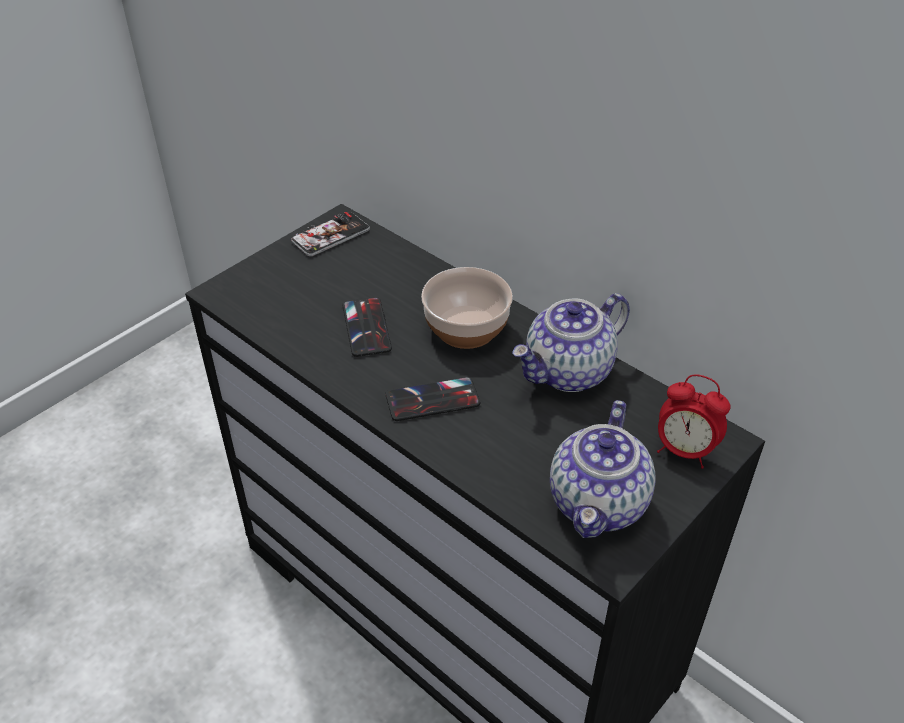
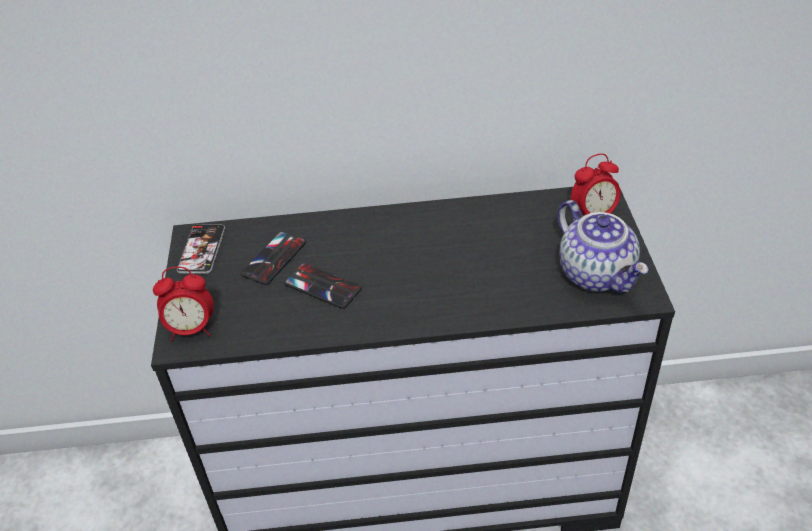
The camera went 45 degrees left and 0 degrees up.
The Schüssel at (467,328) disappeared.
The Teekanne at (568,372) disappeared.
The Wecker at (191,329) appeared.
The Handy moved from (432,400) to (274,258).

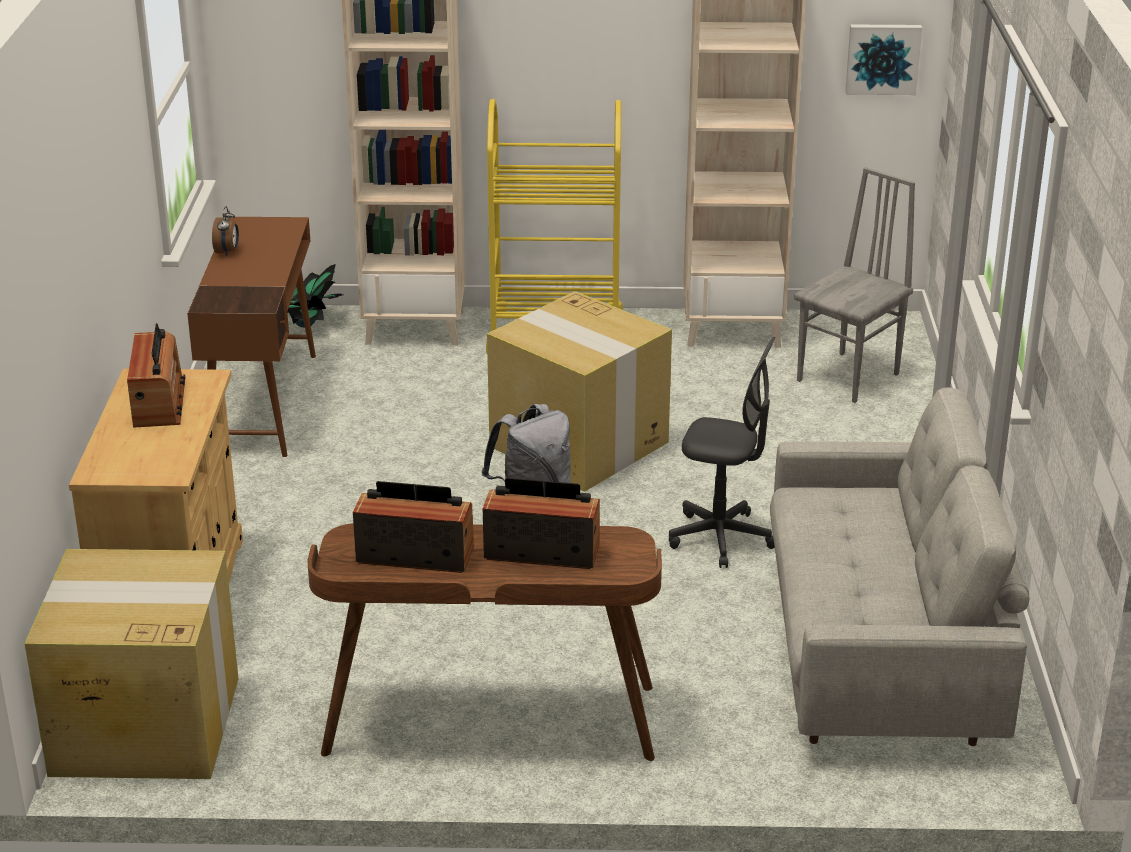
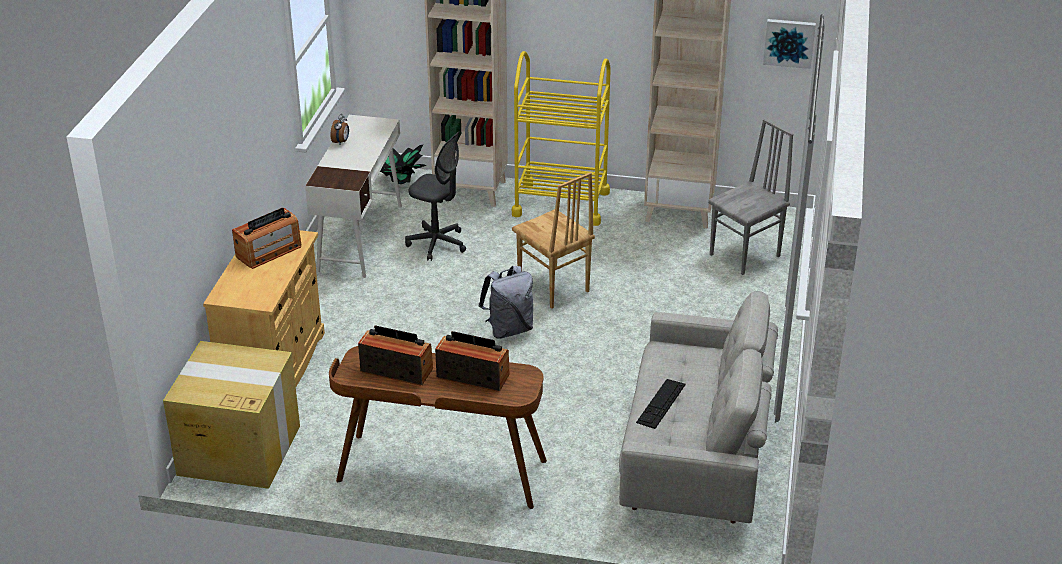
The camera went 10 degrees right and 5 degrees up.
The Tastatur at (661,403) appeared.
The Bürostuhl [grau] moved from (721,538) to (437,244).
The Karton at (580,445) was replaced by the Stuhl [braun] at (552,288).
The Schreibtisch [braun] at (263,403) became the Schreibtisch [weiß] at (360,237).
The Radio at (158,402) turned 45 degrees clockwise.

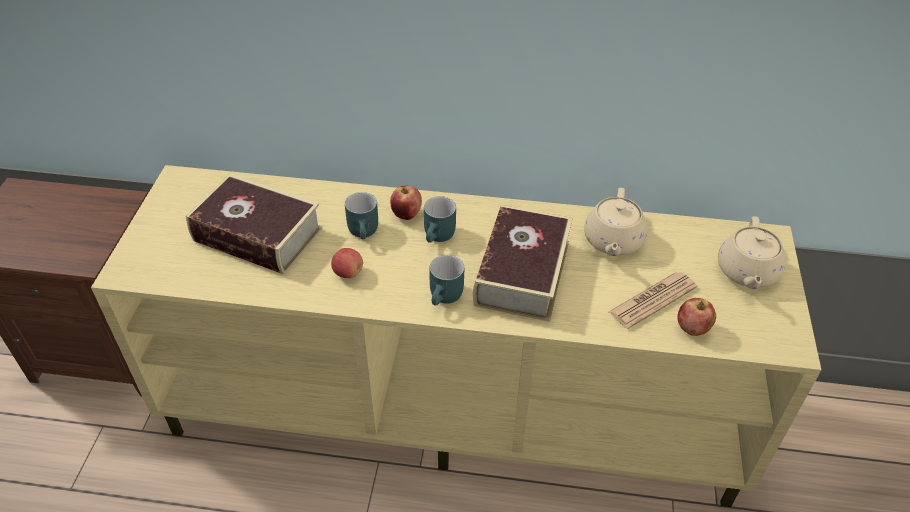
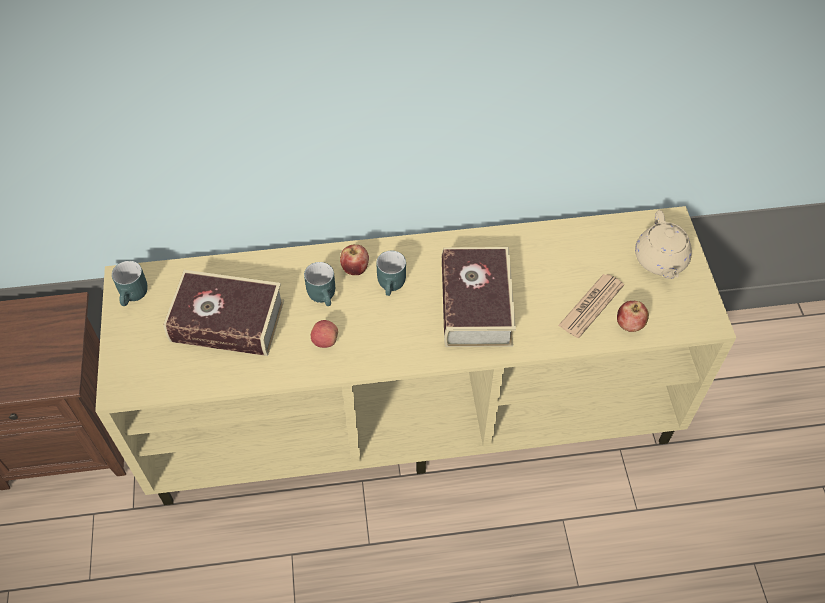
The camera went 15 degrees left and 10 degrees up.
The Teekanne [beige] at (613,241) disappeared.
The Henkelbecher [türkis] moved from (446,297) to (135,295).

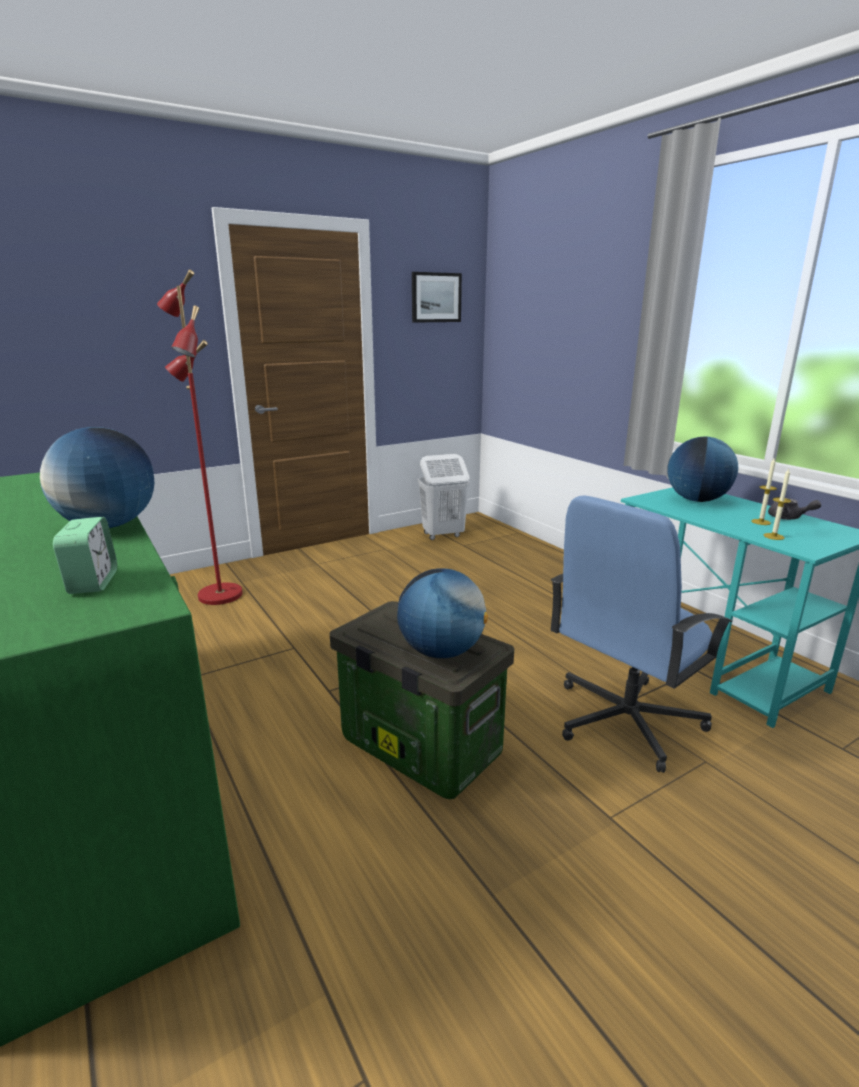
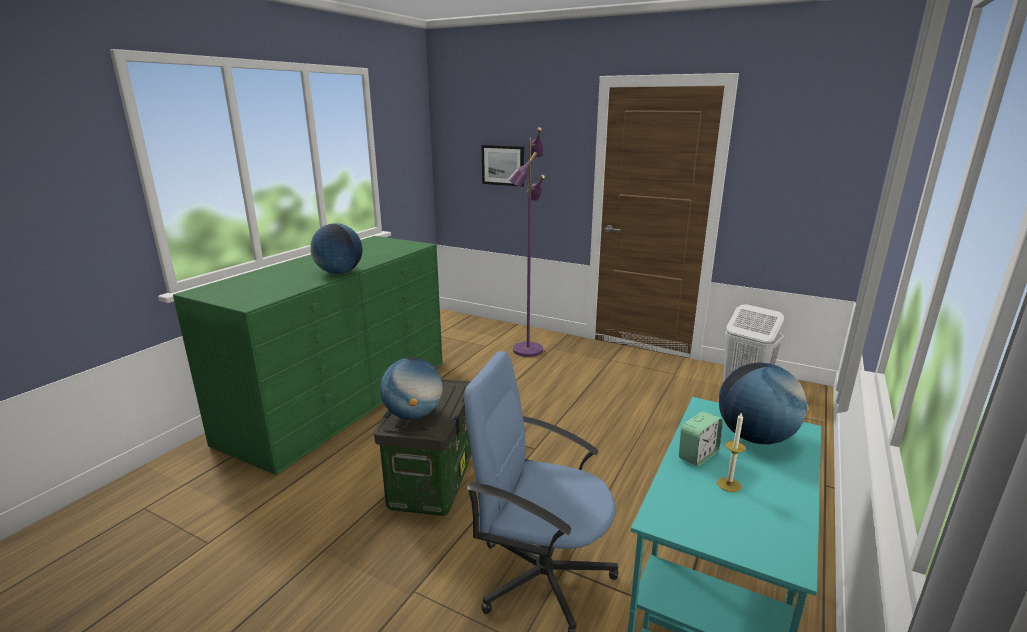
The camera went 60 degrees right and 0 degrees up.
The Kerze at (773,536) disappeared.
The Teekanne [grau] at (788,518) disappeared.
The Wecker moved from (93,582) to (698,455).
The Bild moved from (436,297) to (503,165).
The Stehlampe [rot] at (218,595) became the Stehlampe [lila] at (527,350).

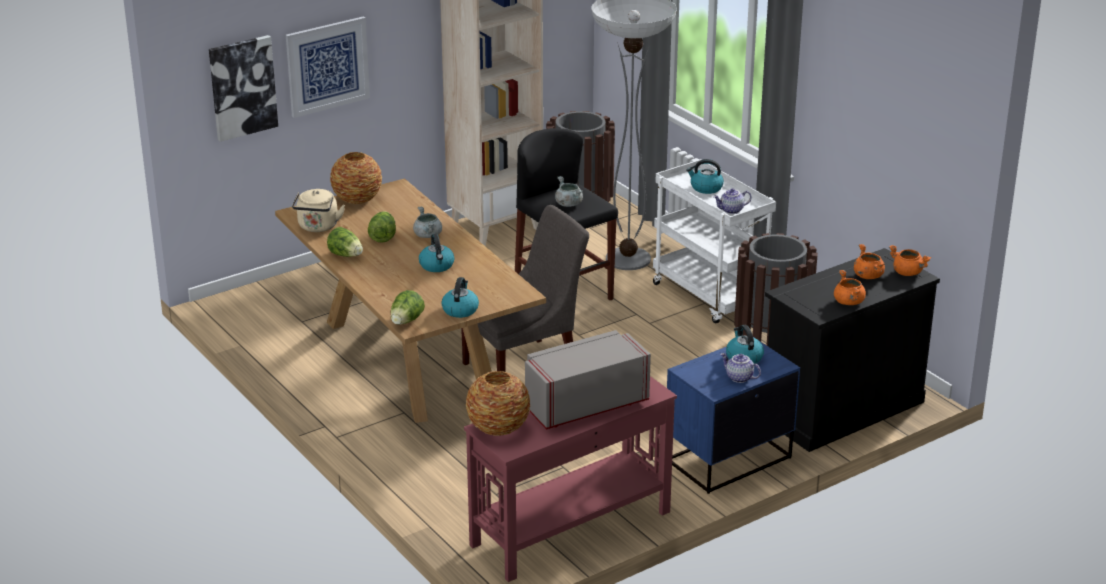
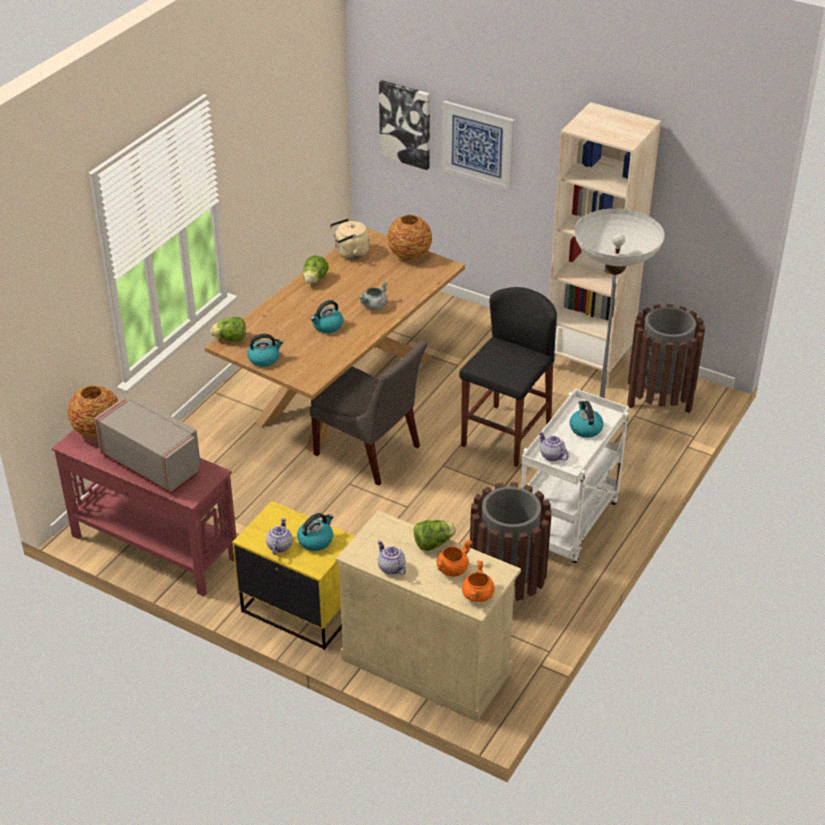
The camera went 65 degrees right and 10 degrees up.
The Kochtopf [grau] at (568,204) disappeared.
The Salatkopf moved from (383,237) to (433,543).
The Kochtopf [orange] at (849,302) was replaced by the Teekanne at (390,568).
The Nachttisch [blau] at (727,459) became the Nachttisch [gelb] at (300,609).
The Schrank [schwarz] at (842,409) became the Schrank [beige] at (426,664).

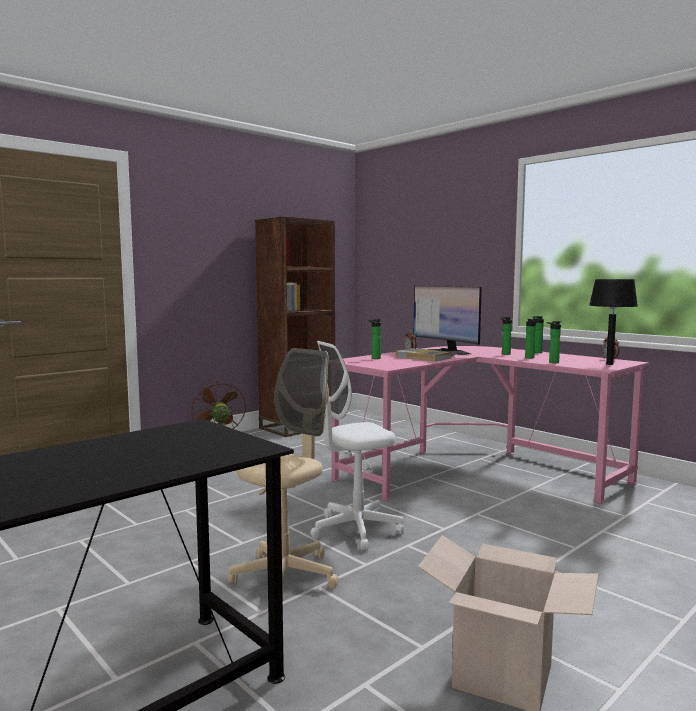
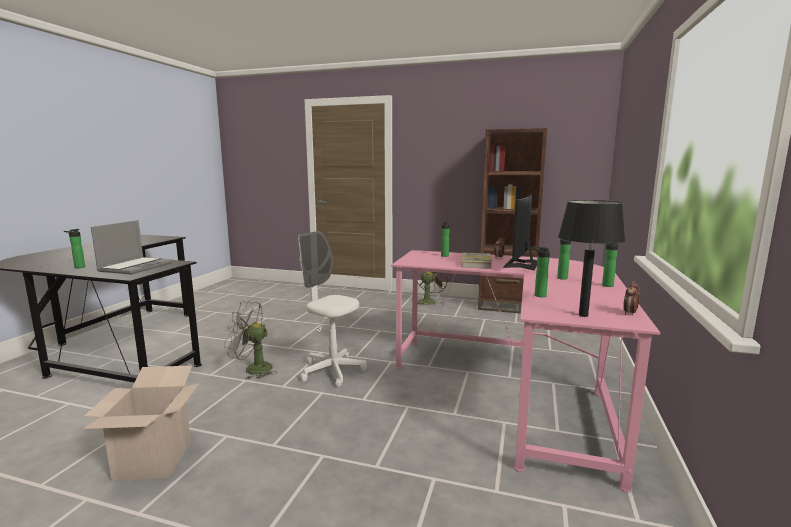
The camera went 60 degrees right and 5 degrees up.
The Laptop at (136,267) appeared.
The Flasche moved from (530,358) to (78,267).
The Bürostuhl [beige] at (285,577) was replaced by the Ventilator [grau] at (252,369).

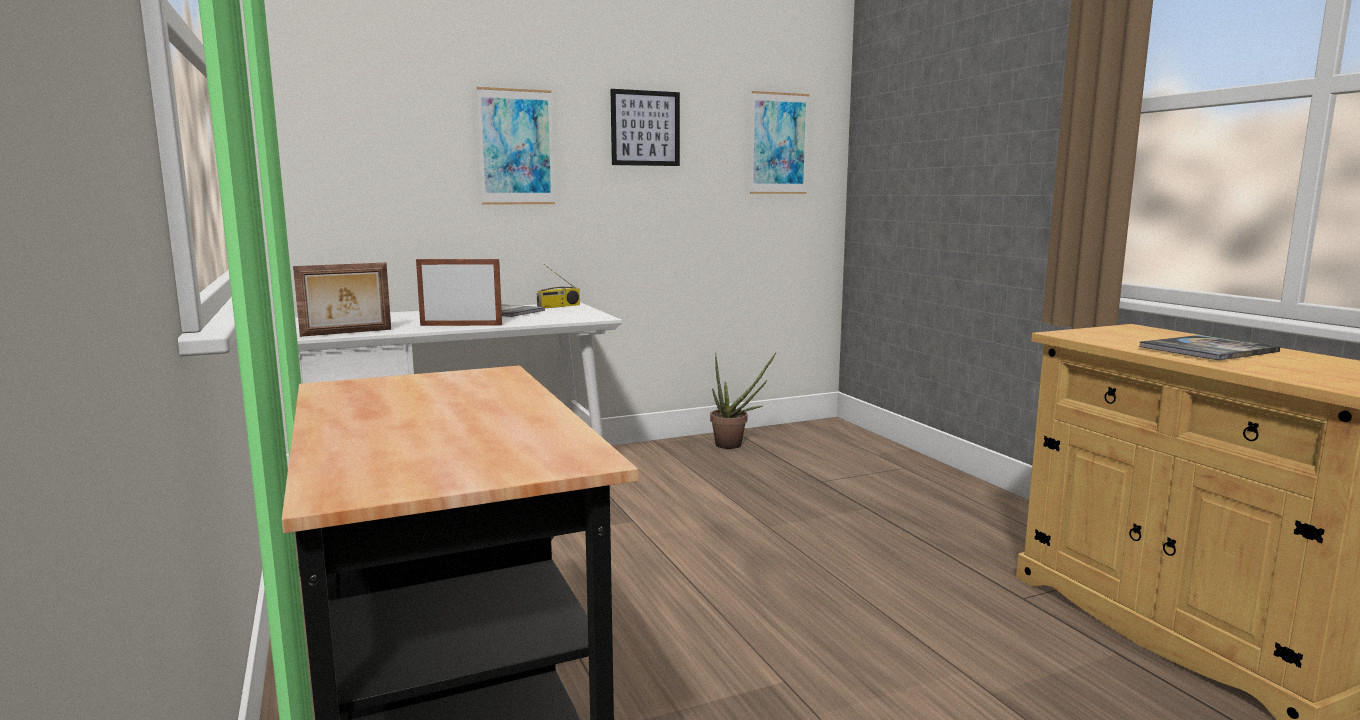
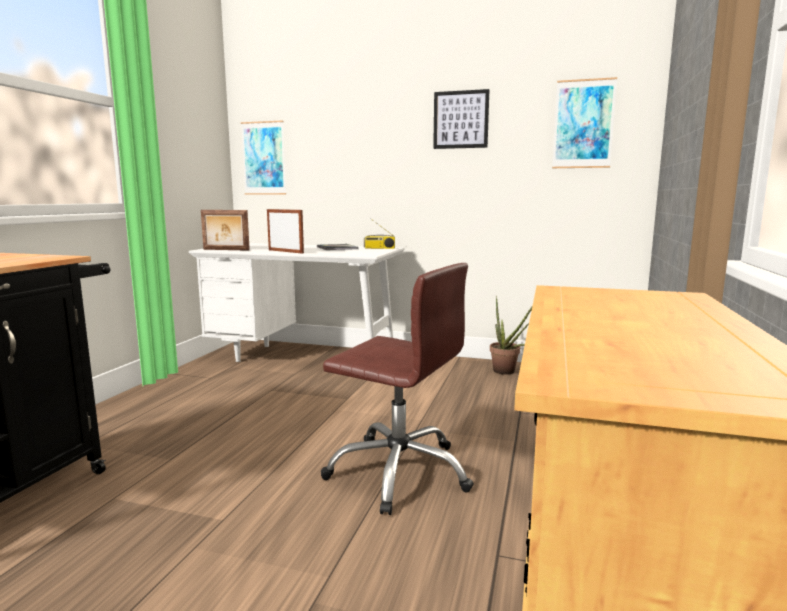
The camera went 40 degrees right and 0 degrees up.
The Buch at (1208,350) disappeared.
The Bürostuhl [braun] at (399,471) appeared.
The Bild moved from (516,147) to (264,158).

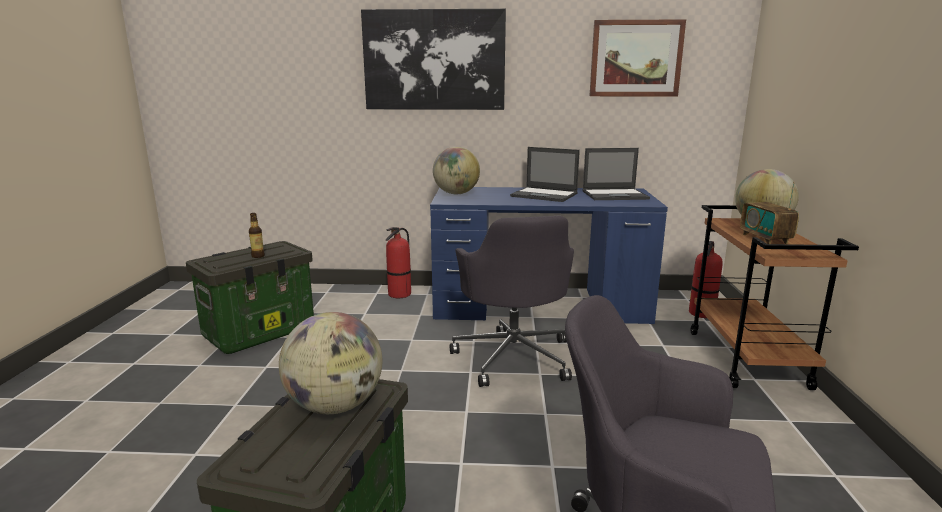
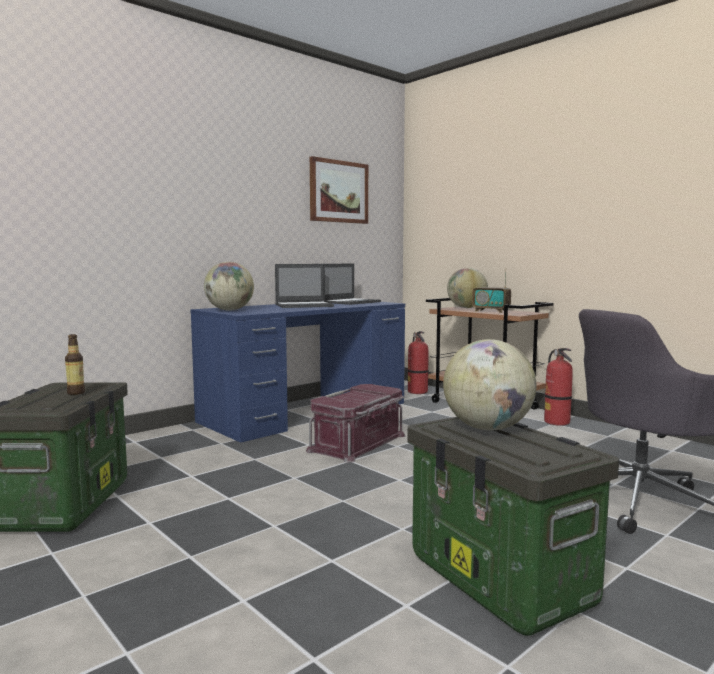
The camera went 45 degrees left and 10 degrees down.
The Bild at (434,60) disappeared.
The Feuerlöscher moved from (399,294) to (557,422).
The Bürostuhl [grau] at (513,356) was replaced by the Aufbewahrungsbox [rot] at (358,443).

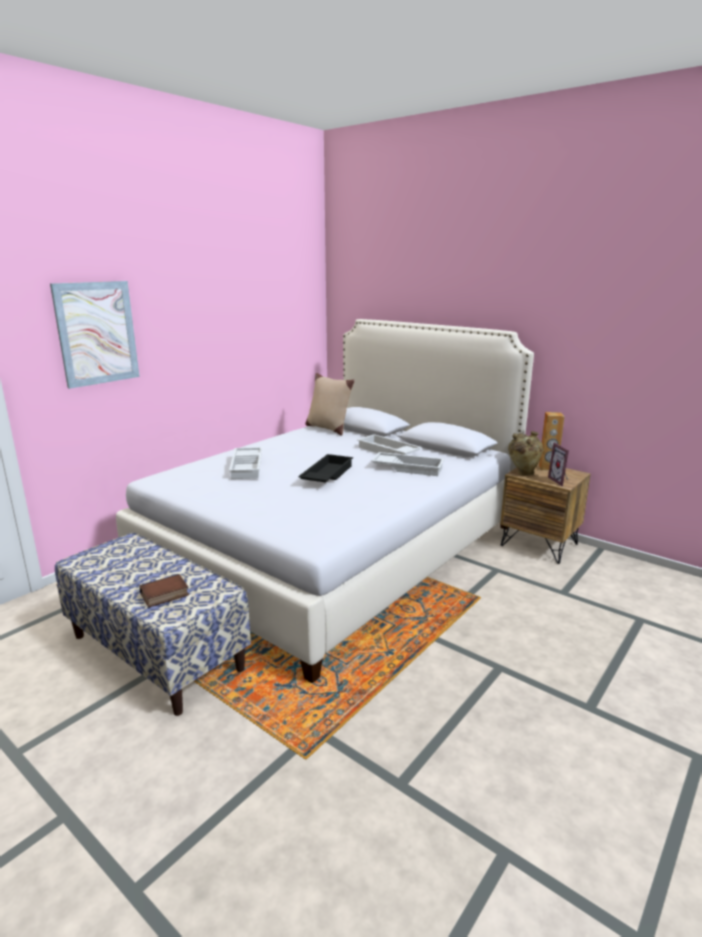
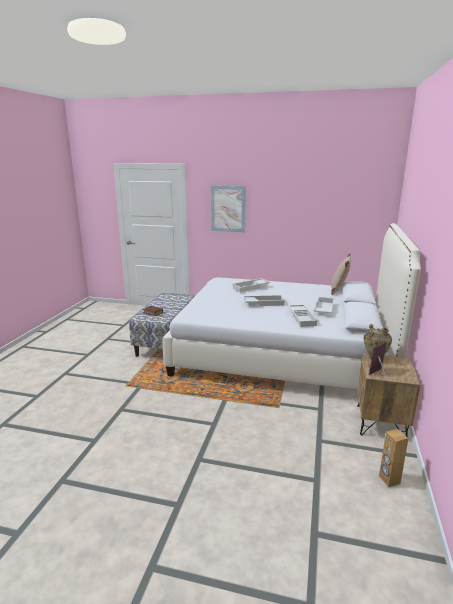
The camera went 65 degrees right and 0 degrees up.
The Lautsprecher [braun] moved from (548,468) to (389,480).
The Tablett [schwarz] at (326,475) became the Tablett [weiß] at (264,303).

